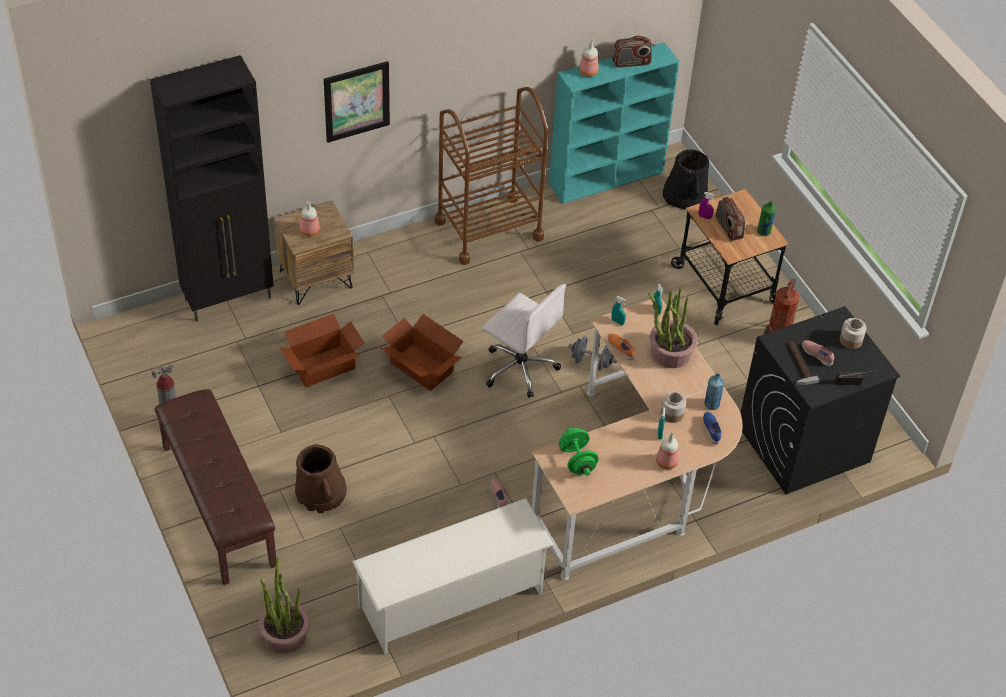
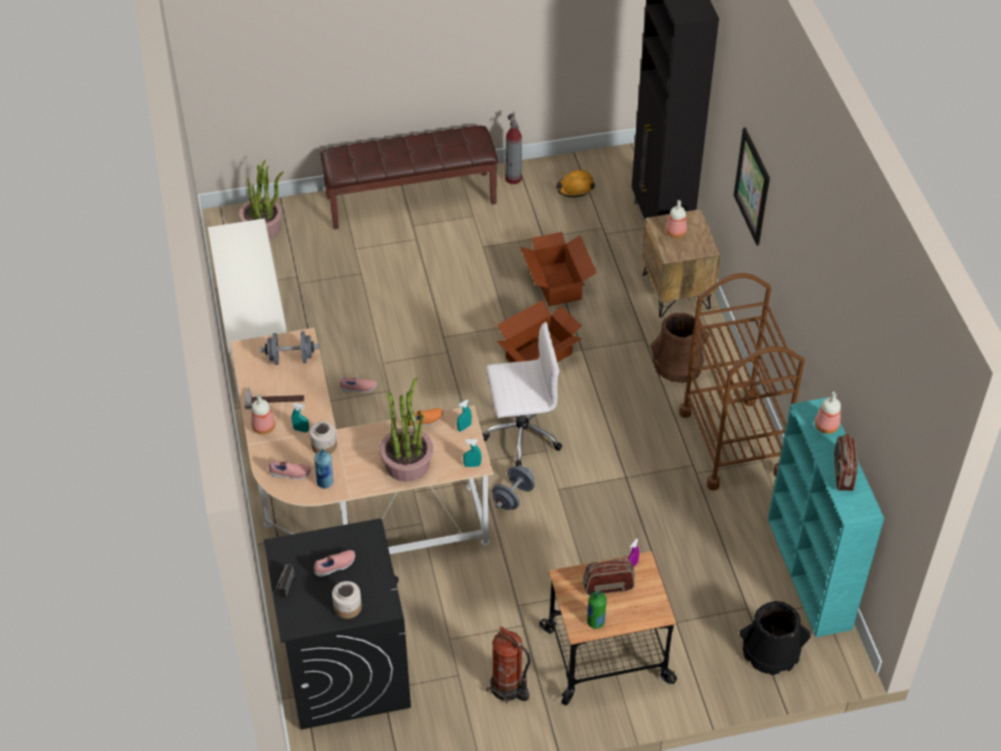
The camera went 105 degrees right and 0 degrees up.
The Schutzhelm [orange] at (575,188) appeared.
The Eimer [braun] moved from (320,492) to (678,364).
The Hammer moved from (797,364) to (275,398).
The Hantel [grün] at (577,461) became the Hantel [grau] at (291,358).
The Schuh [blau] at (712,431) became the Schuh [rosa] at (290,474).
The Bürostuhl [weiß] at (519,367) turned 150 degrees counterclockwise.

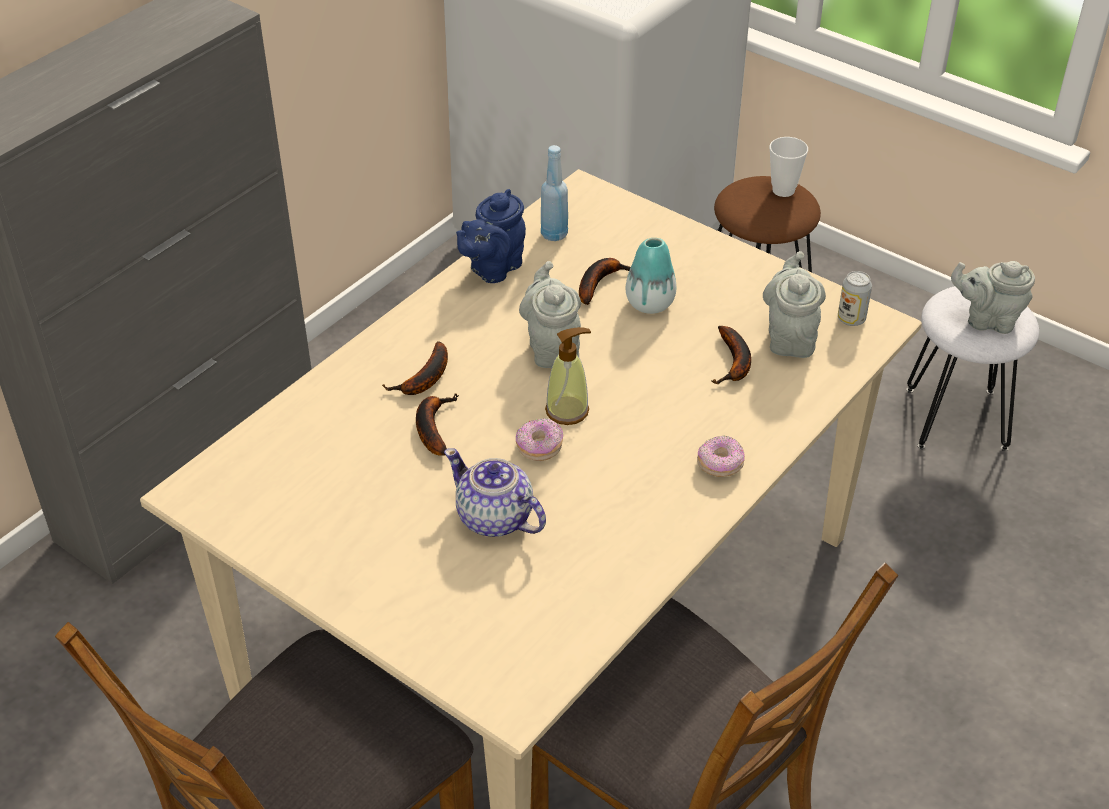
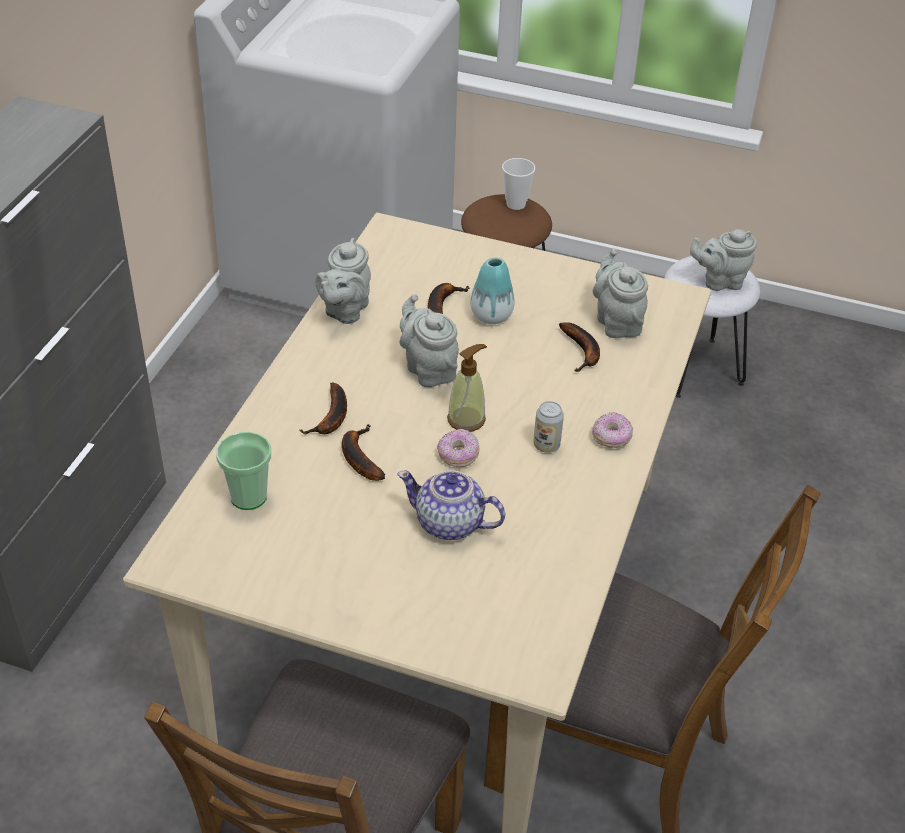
The camera went 20 degrees left and 0 degrees up.
The Flasche [blau] at (554,234) disappeared.
The Tasse at (248,497) appeared.
The Dose moved from (851,319) to (546,445).
The Teekanne [blau] at (493,268) became the Teekanne [grau] at (345,311).

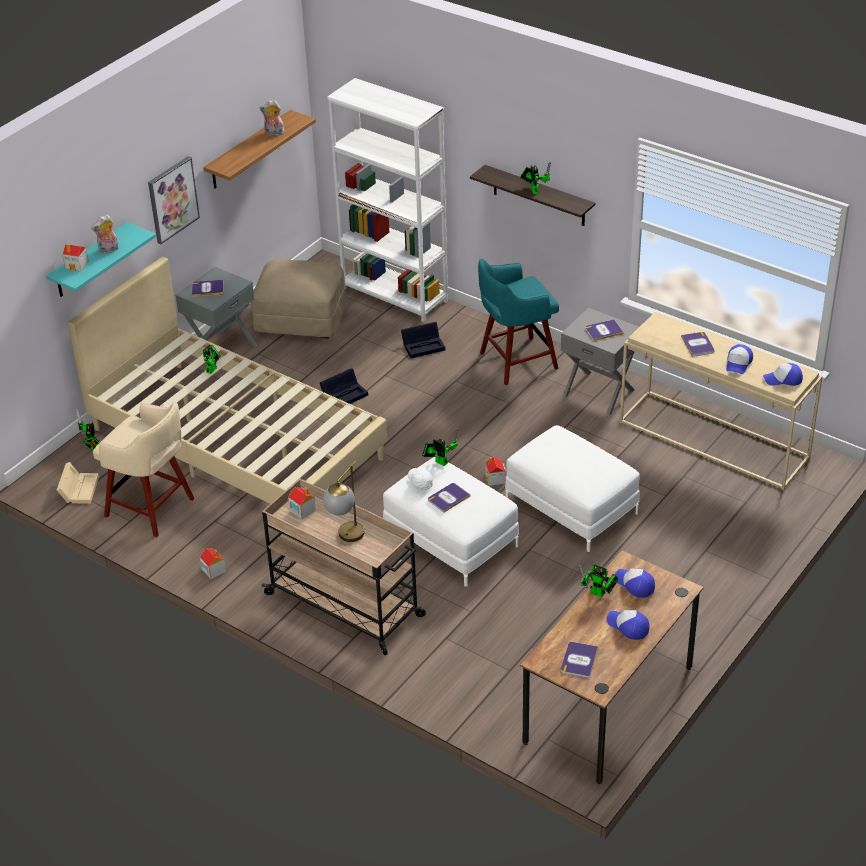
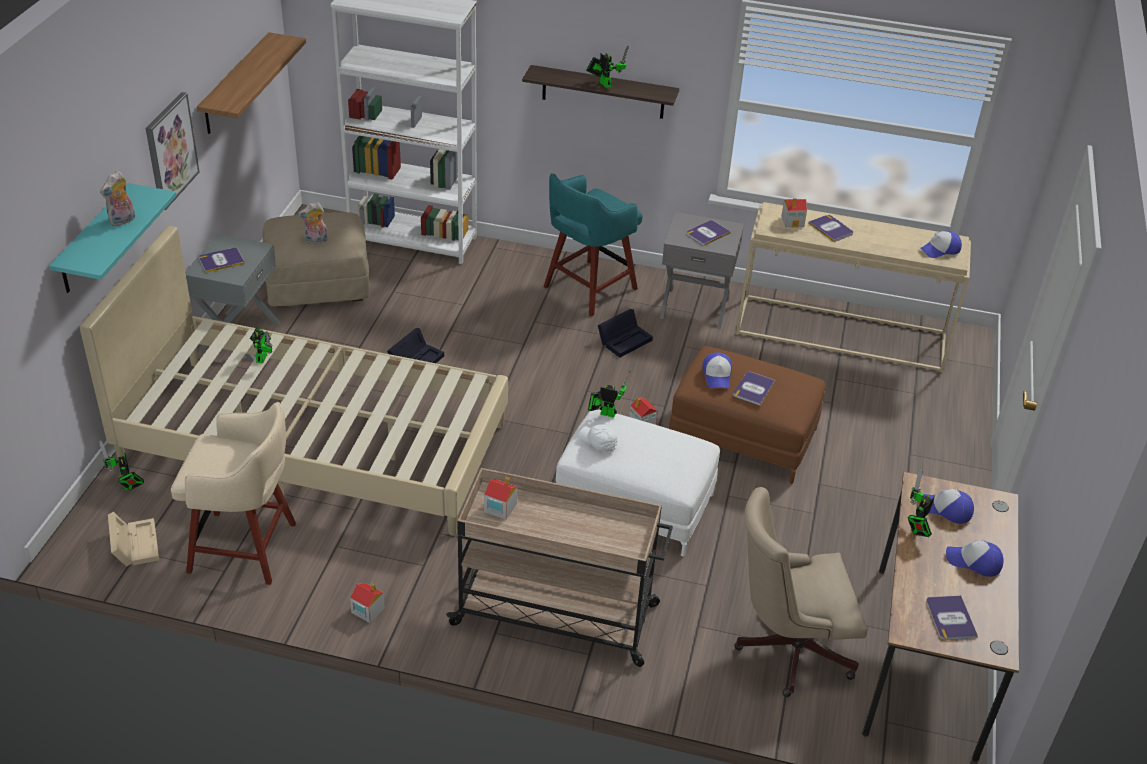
The camera went 25 degrees left and 0 degrees up.
The Tischlampe at (346,539) disappeared.
The Bürostuhl [beige] at (786,648) appeared.
The Spielzeughaus moved from (77,265) to (793,221).
The Plüschtier moved from (274,133) to (315,241).
The Aufbewahrungsbox [schwarz] moved from (424,345) to (625,339).
The Buch moved from (448,498) to (753,389).
The Kappe moved from (738,363) to (717,375).
The Polsterhocker [weiß] at (572,506) became the Polsterhocker [braun] at (743,436).
The Spielzeugroboter at (599,593) turned 120 degrees clockwise.

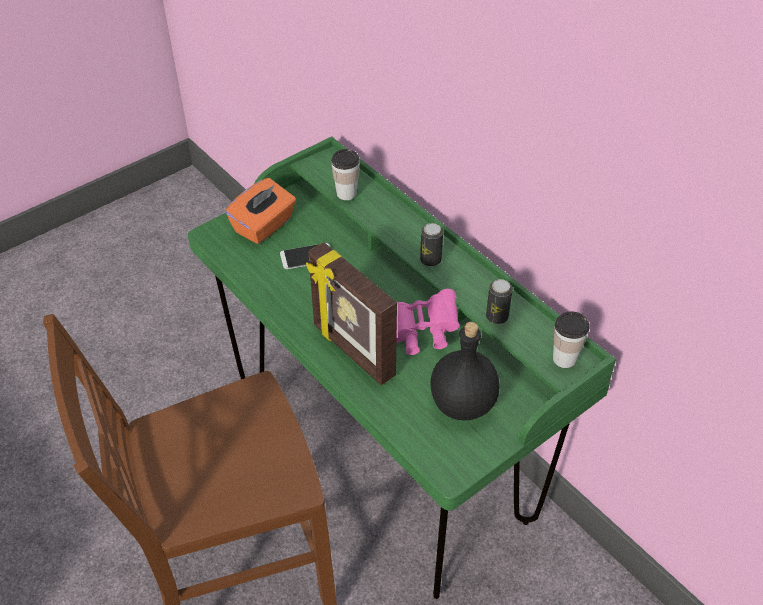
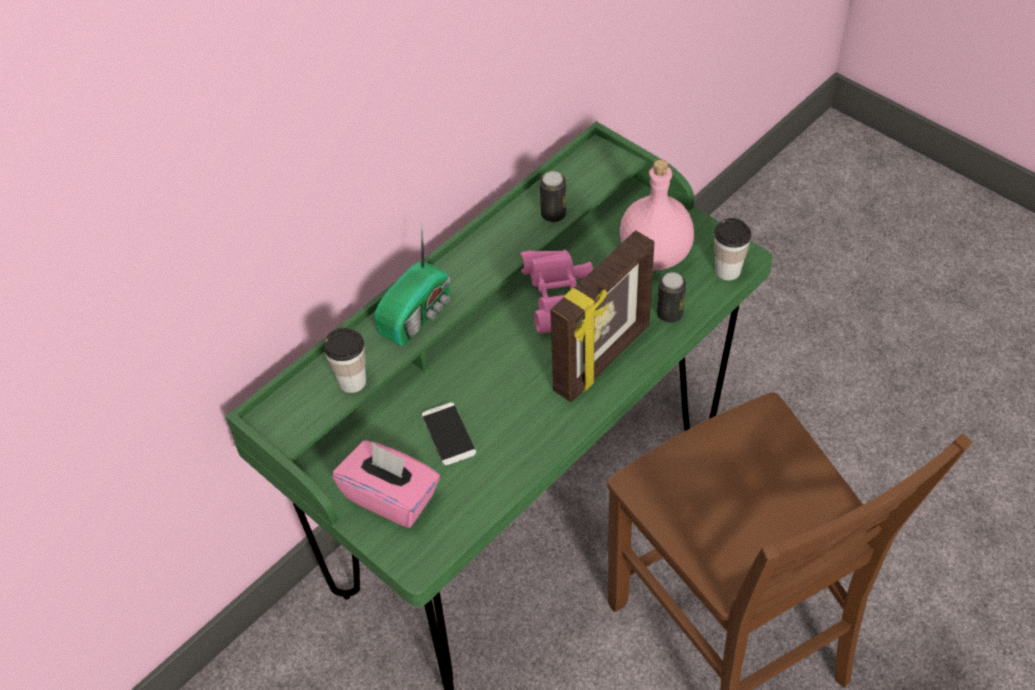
The camera went 95 degrees left and 5 degrees up.
The Radio at (418,314) appeared.
The Dose moved from (430,260) to (670,314).
The Tasse moved from (564,359) to (727,270).
The Taschentuchbox [orange] at (264,226) became the Taschentuchbox [rosa] at (391,497).
The Flasche [schwarz] at (464,404) became the Flasche [rosa] at (655,254).

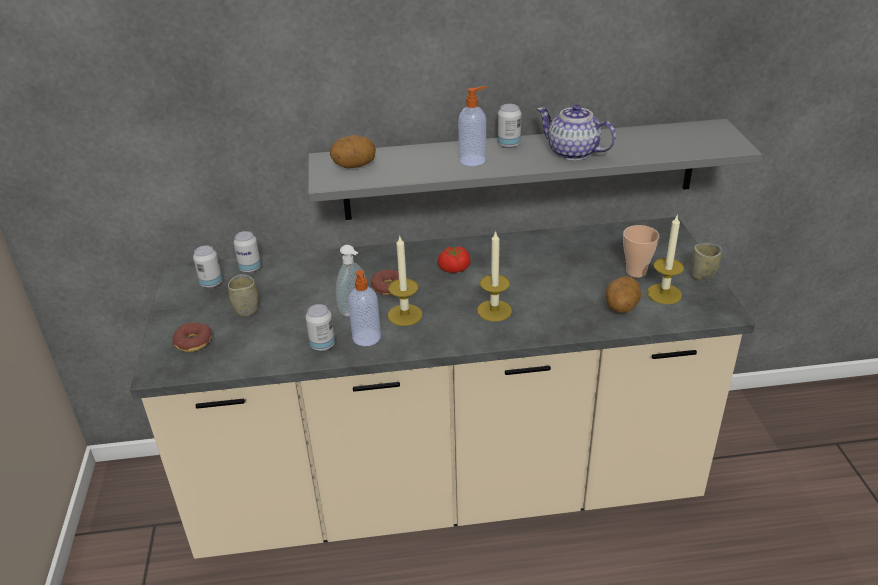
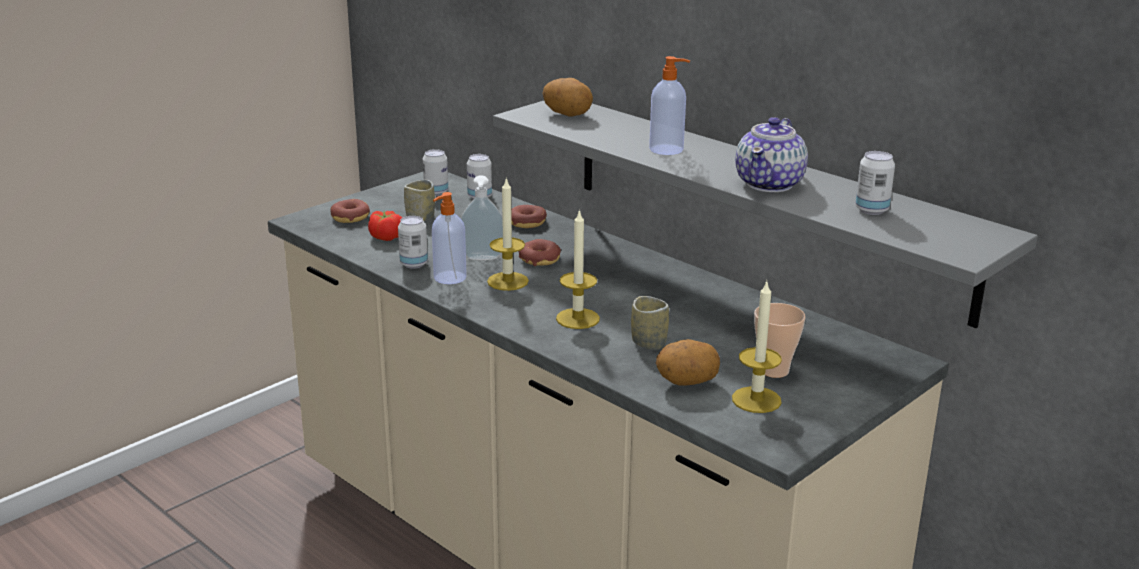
The camera went 50 degrees right and 10 degrees down.
The Donut at (527,223) appeared.
The Tomate moved from (454,268) to (387,237).
The Dose moved from (508,144) to (871,210).
The Tasse moved from (702,276) to (649,343).
The Teekanne at (573,153) turned 150 degrees counterclockwise.

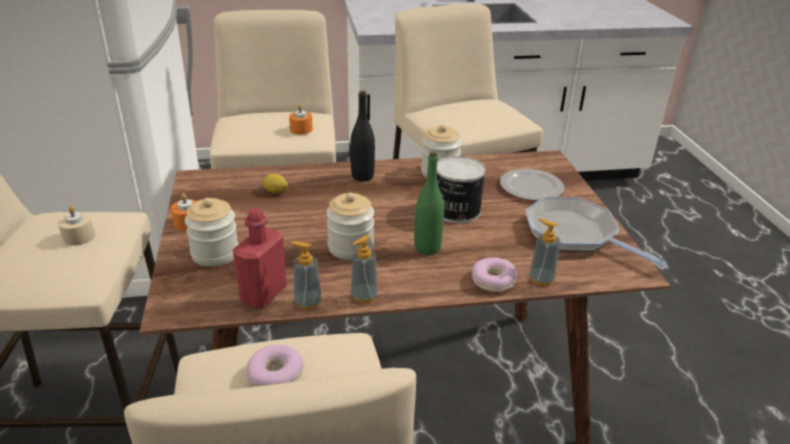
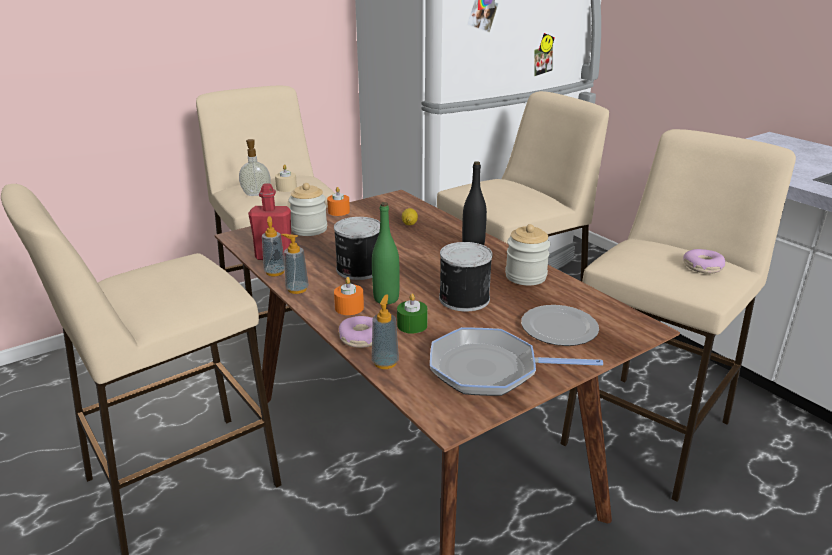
The camera went 65 degrees right and 5 degrees down.
The Seifenspender at (256,194) appeared.
The Kerze [grün] at (412,325) appeared.
The Donut moved from (275,375) to (702,267).
The Kerze [orange] moved from (301,129) to (349,307).
The Vorratsglas at (350,247) was replaced by the Dose at (358,269).
The Pfanne at (575,234) turned 105 degrees counterclockwise.

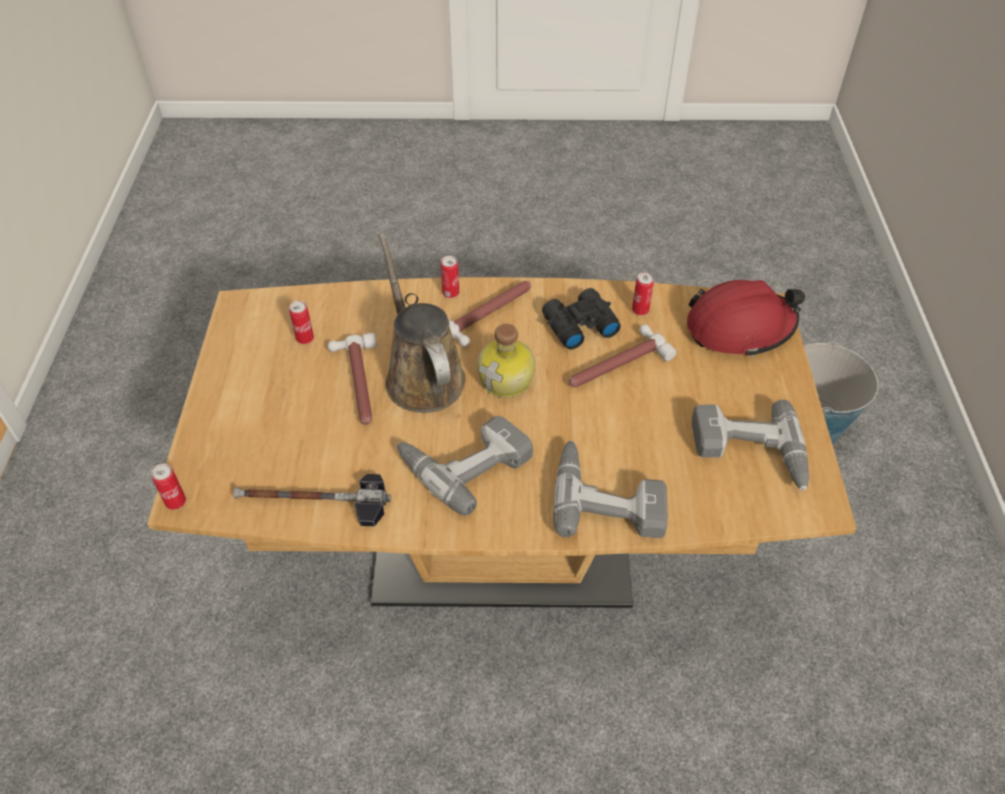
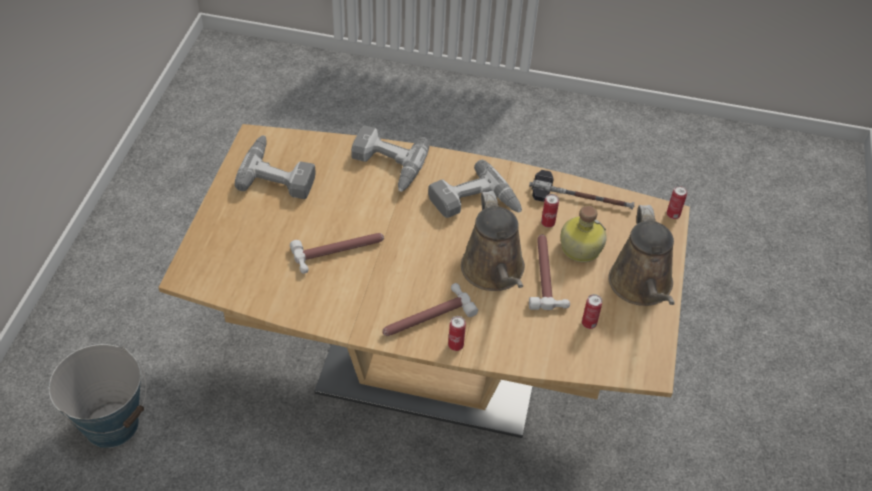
The camera went 170 degrees left and 0 degrees up.
The Fernglas [schwarz] at (578,325) disappeared.
The Schutzhelm [rot] at (740,328) disappeared.
The Gießkanne [braun] at (641,286) appeared.
The Flasche moved from (508,380) to (579,248).
The Dose moved from (640,310) to (547,223).

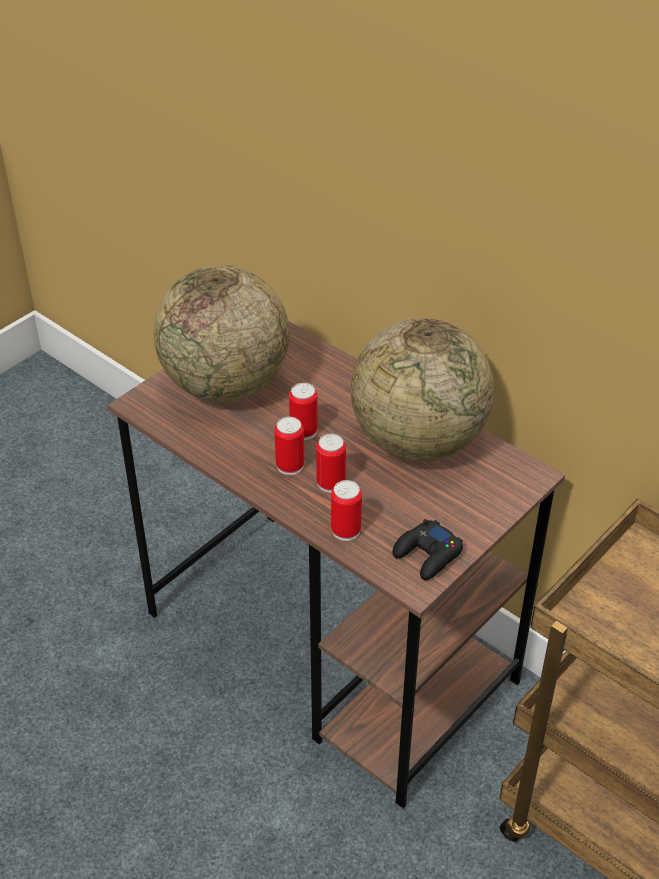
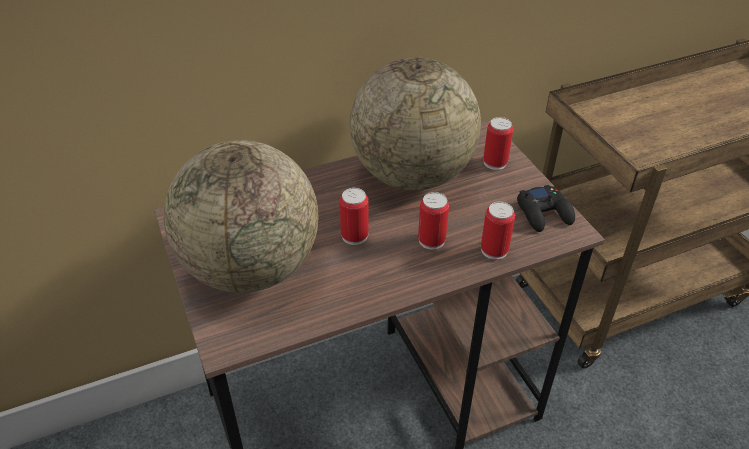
The camera went 65 degrees left and 0 degrees up.
The Dose moved from (290,465) to (495,162).

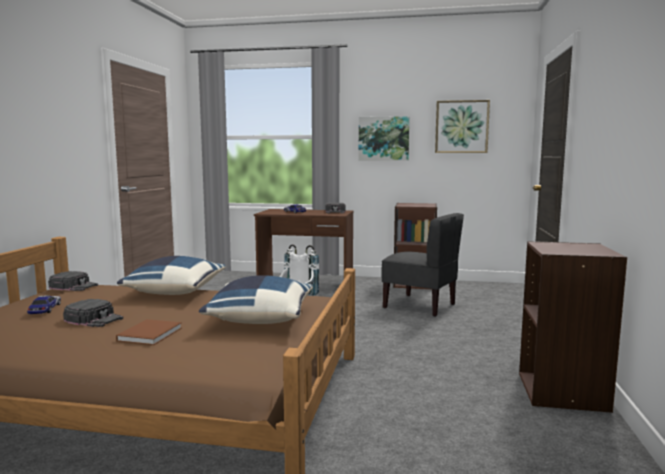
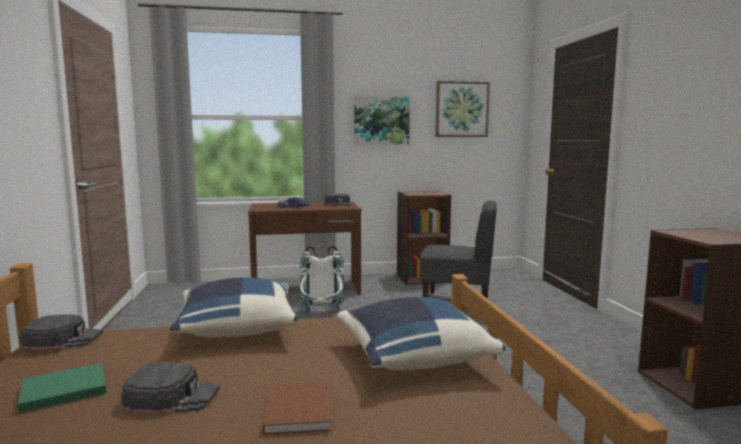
The camera went 20 degrees left and 0 degrees up.
The Spielzeugauto at (45,309) was replaced by the Buch [grün] at (61,390).

